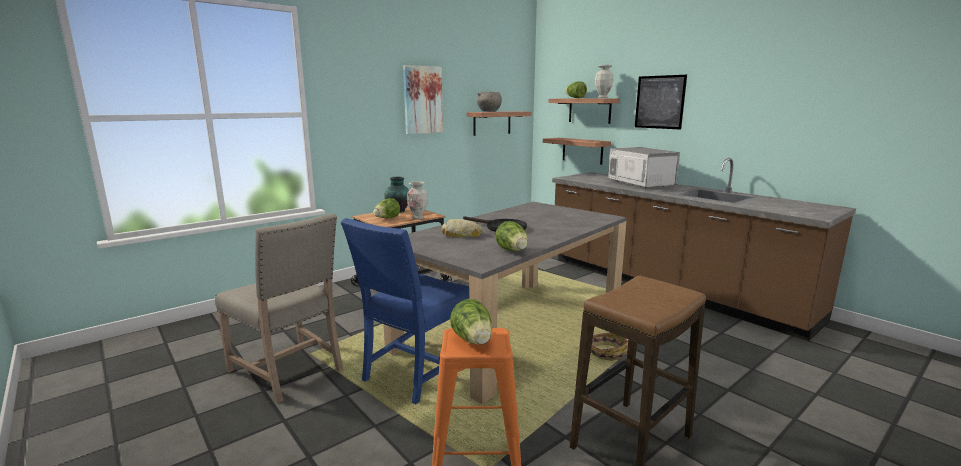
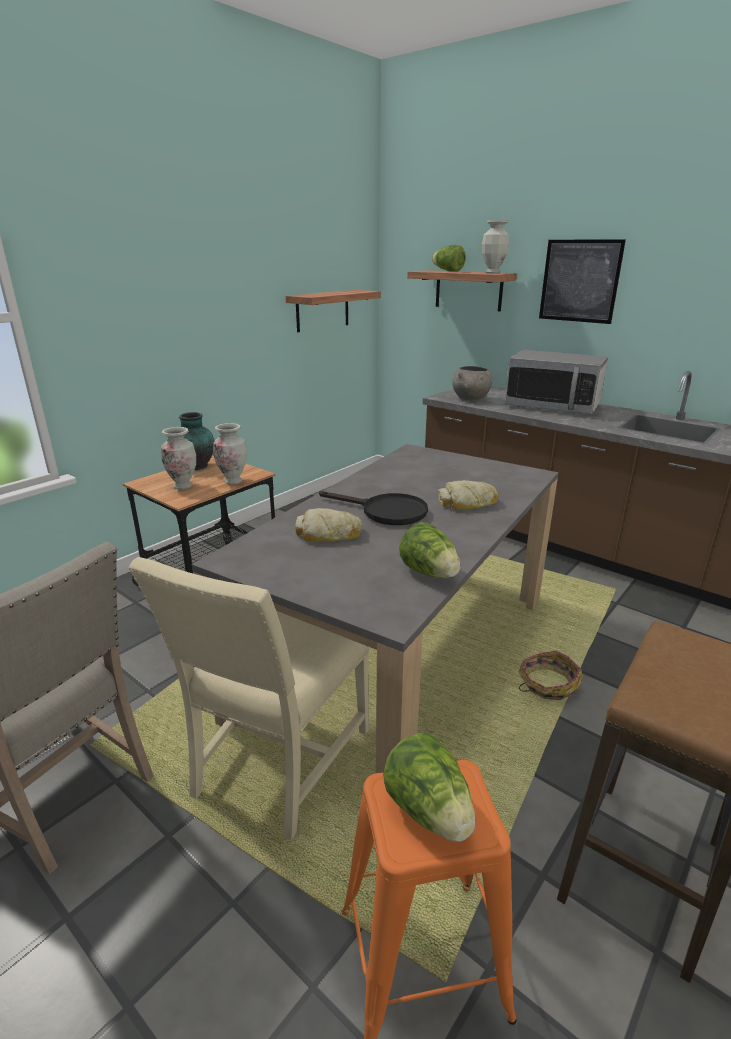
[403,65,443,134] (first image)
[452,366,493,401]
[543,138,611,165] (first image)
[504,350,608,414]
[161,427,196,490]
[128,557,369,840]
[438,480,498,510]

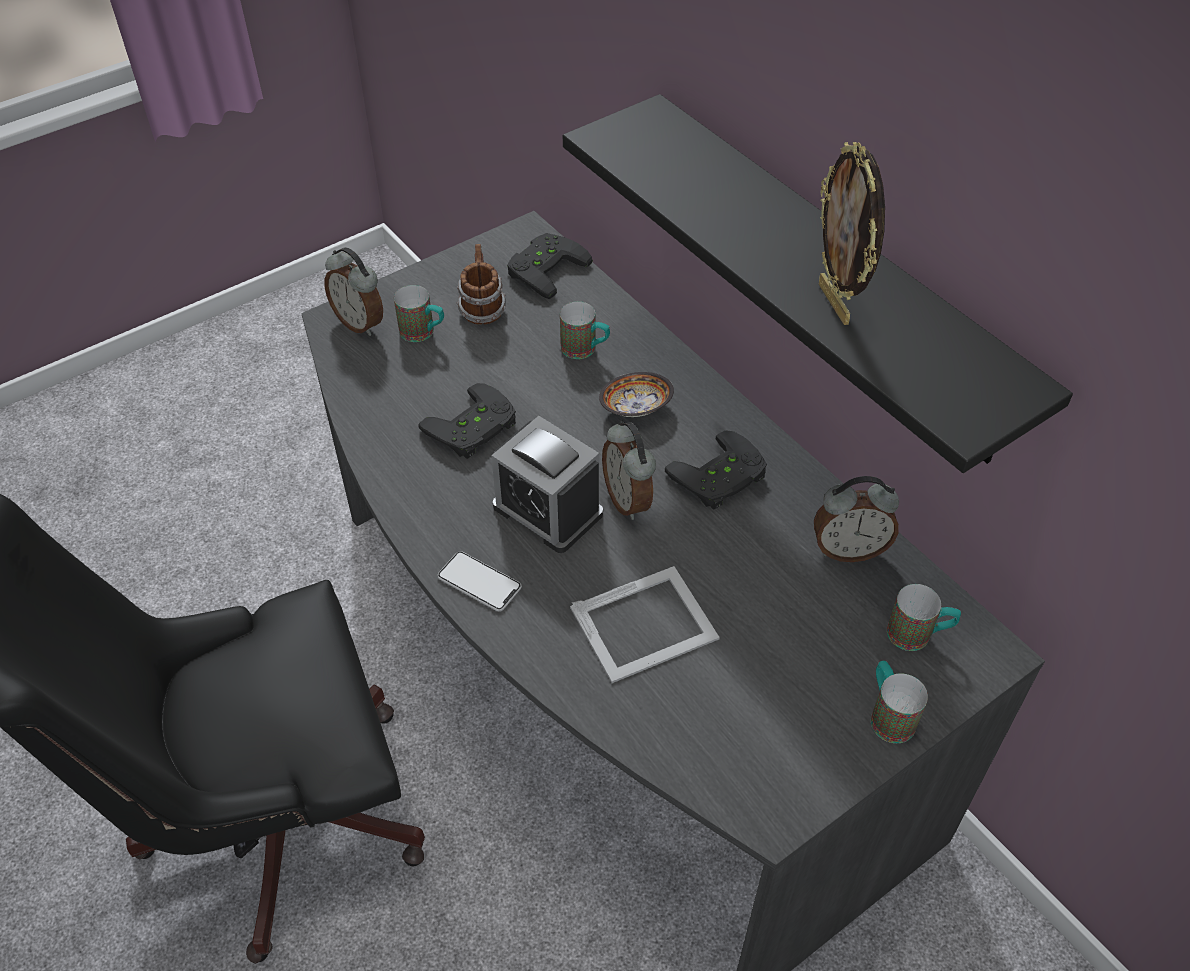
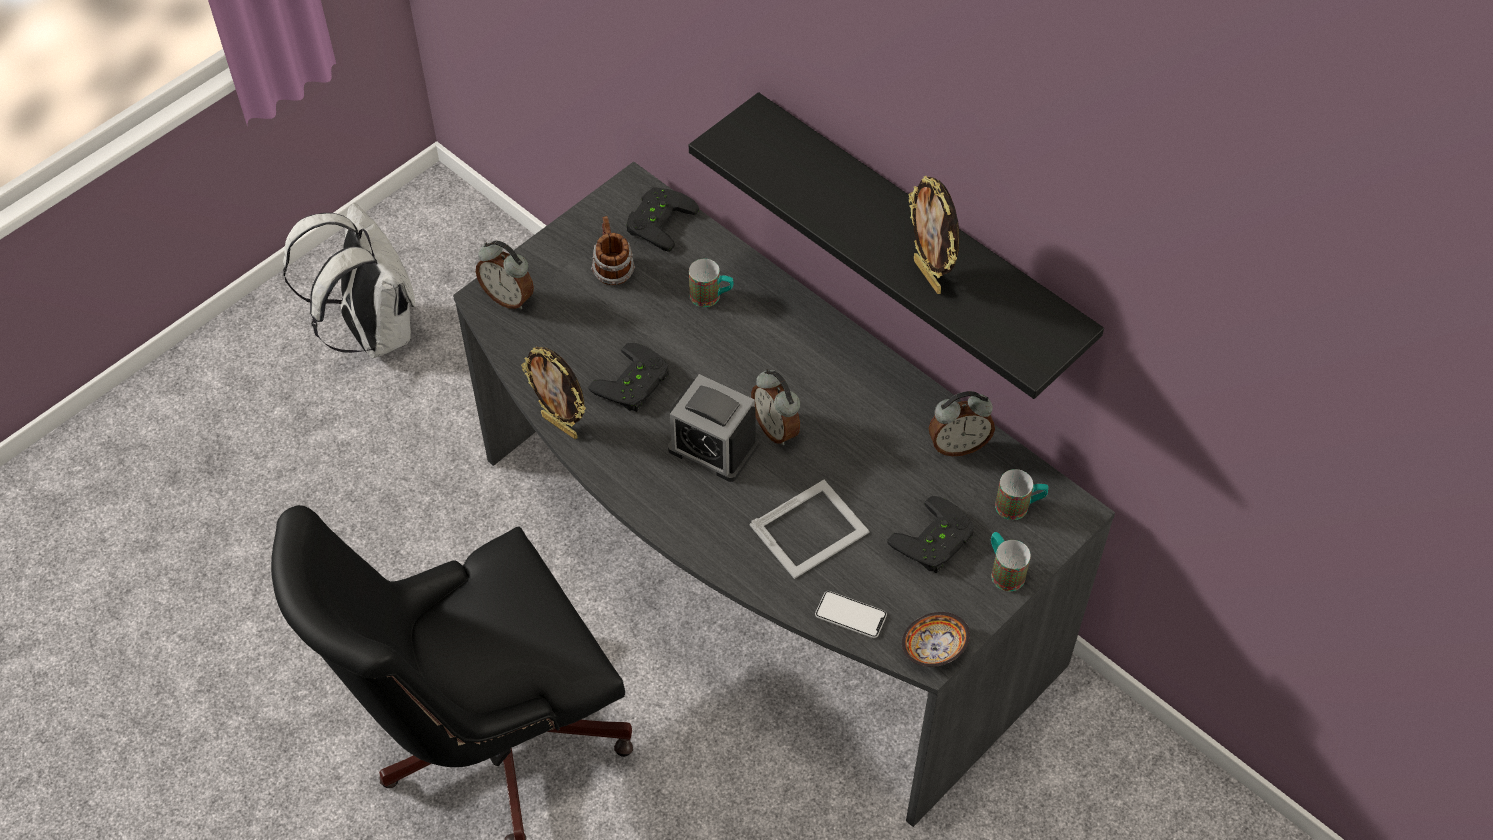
[394,285,444,342] (first image)
[902,612,970,667]
[887,496,974,573]
[815,591,887,638]
[283,203,415,359]
[521,347,586,439]

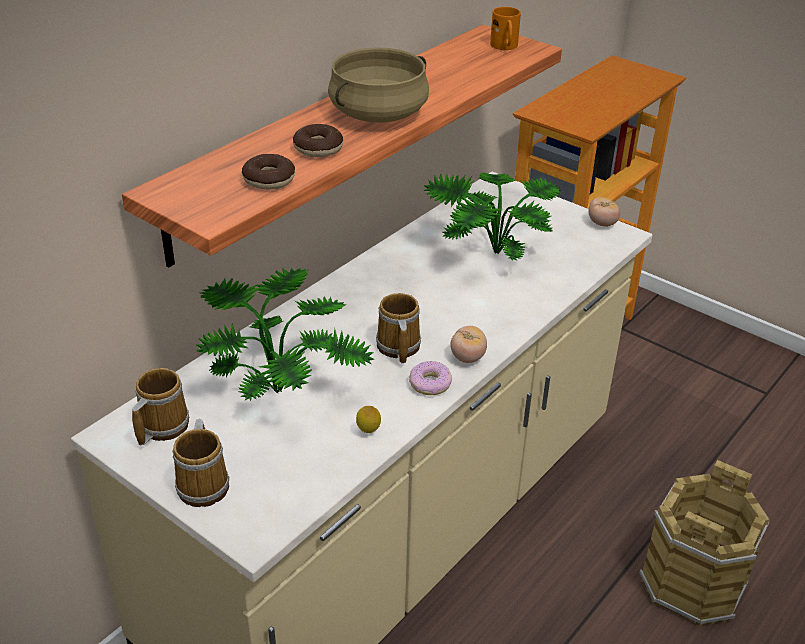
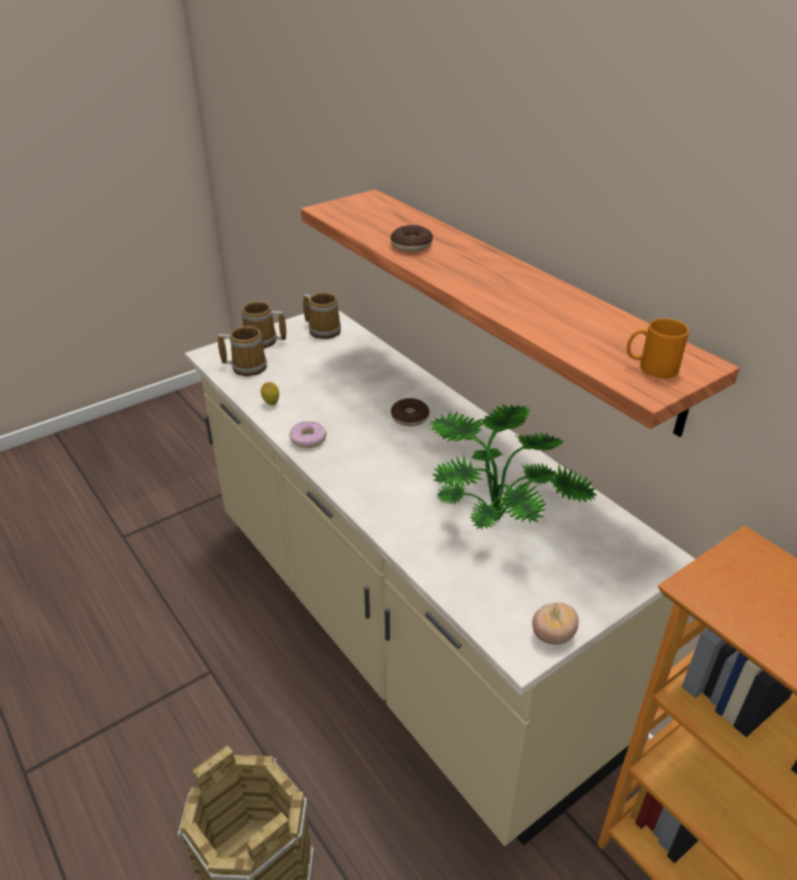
[328,47,429,122] (first image)
[391,398,429,426]
[195,268,375,401] (first image)
[218,326,267,376]
[450,326,487,363] (first image)

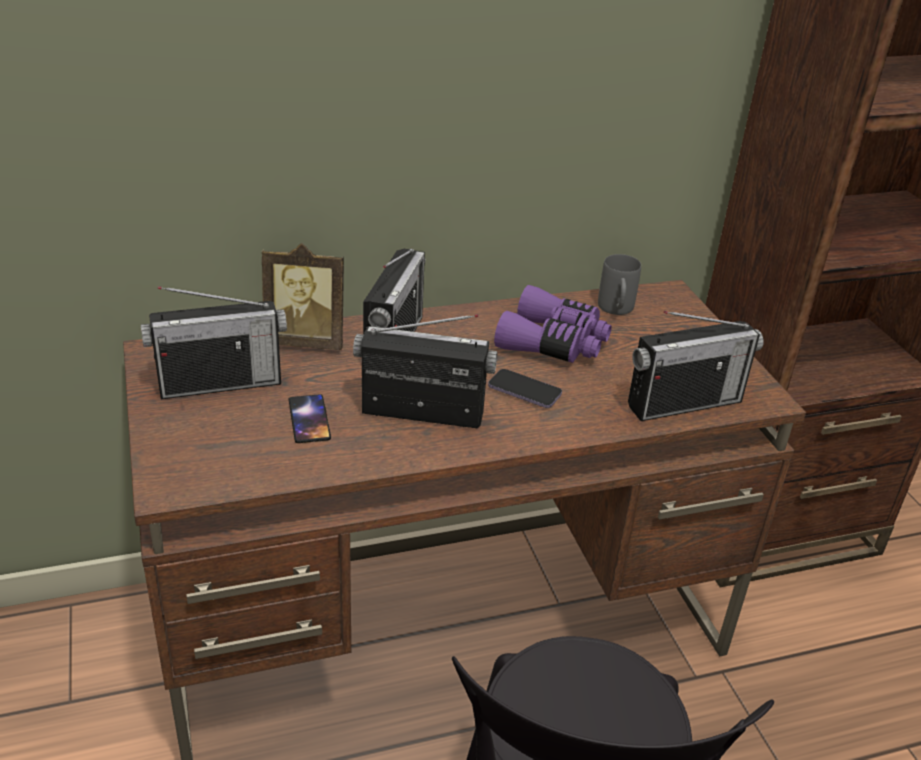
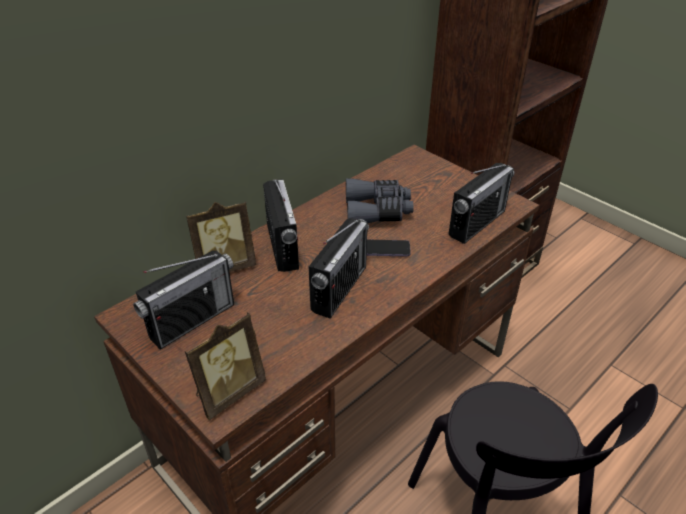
[598,254,641,315] (first image)
[346,178,414,223]
[309,218,369,319]
[289,394,331,443] (first image)
[185,312,266,420]

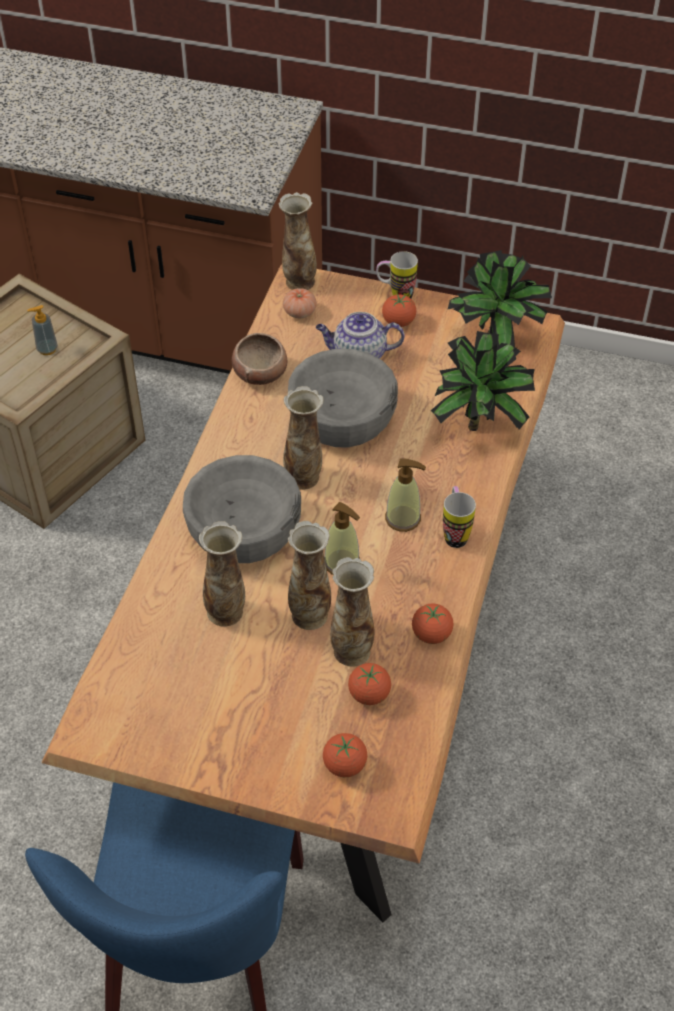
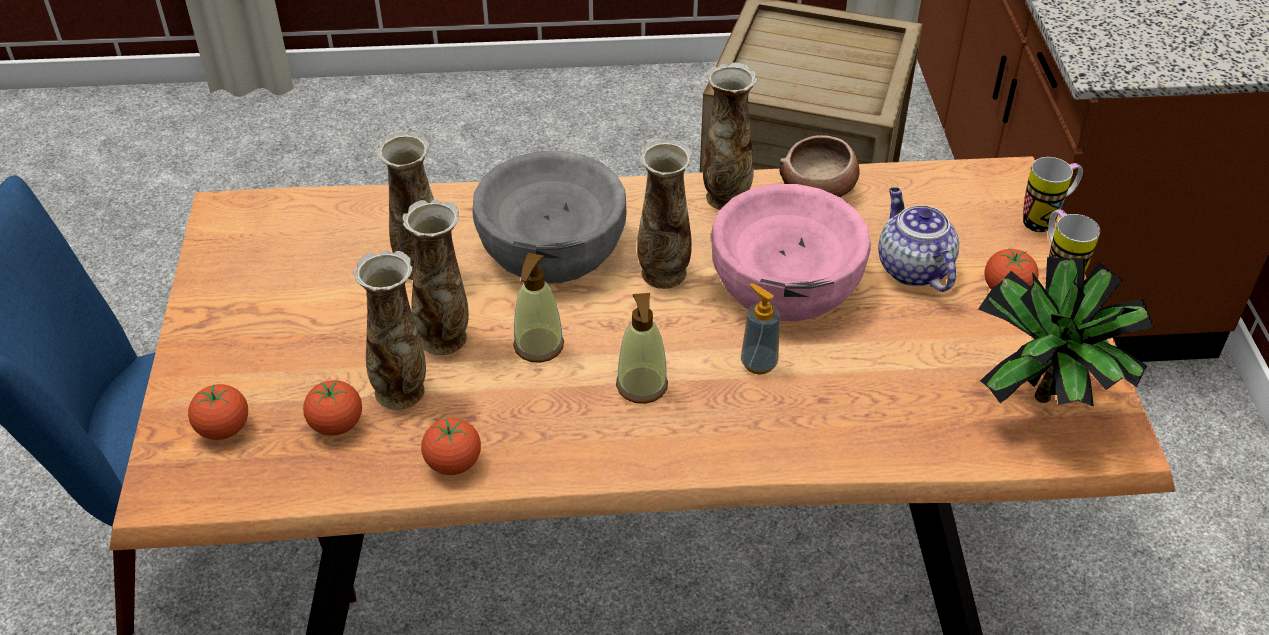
[703,63,757,210]
[283,288,317,318] (first image)
[741,283,780,374]
[431,331,535,431] (first image)
[711,184,871,321]
[1023,157,1083,232]

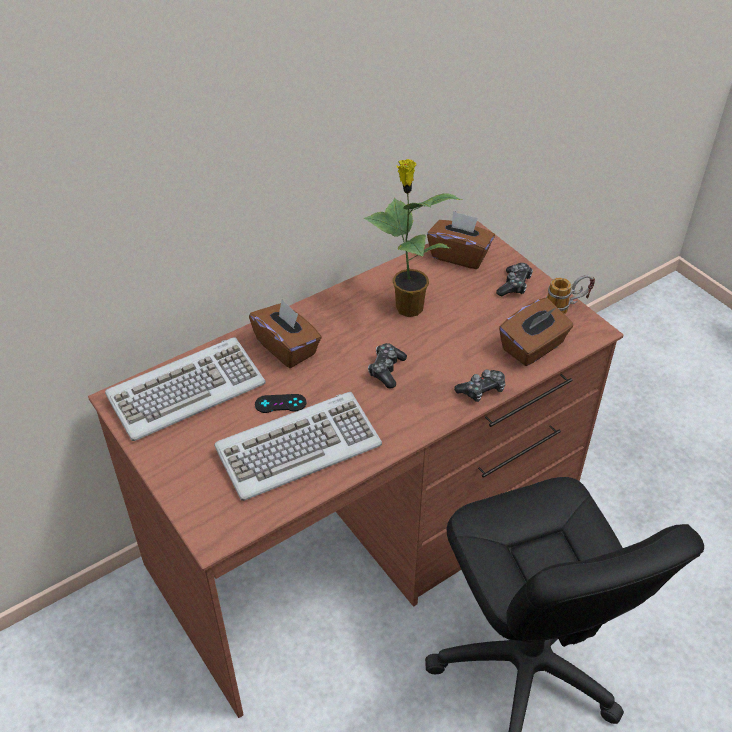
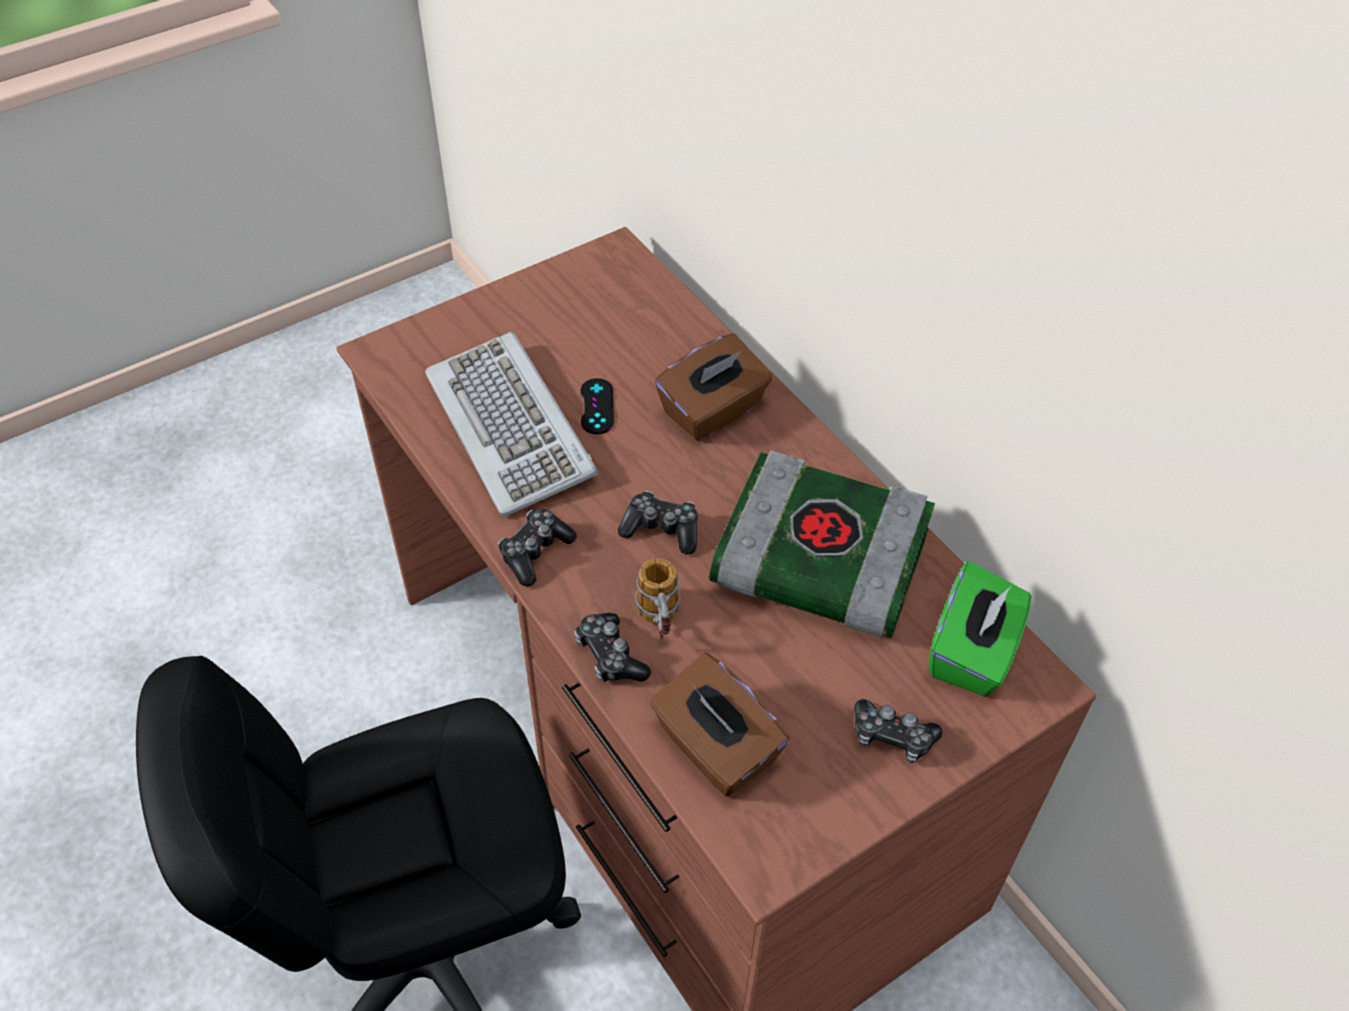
[709,450,935,638]
[929,561,1031,696]
[635,558,680,641]
[105,337,266,441] (first image)
[498,509,577,586]

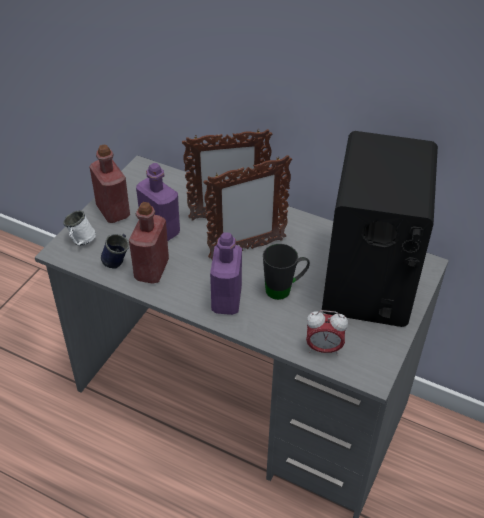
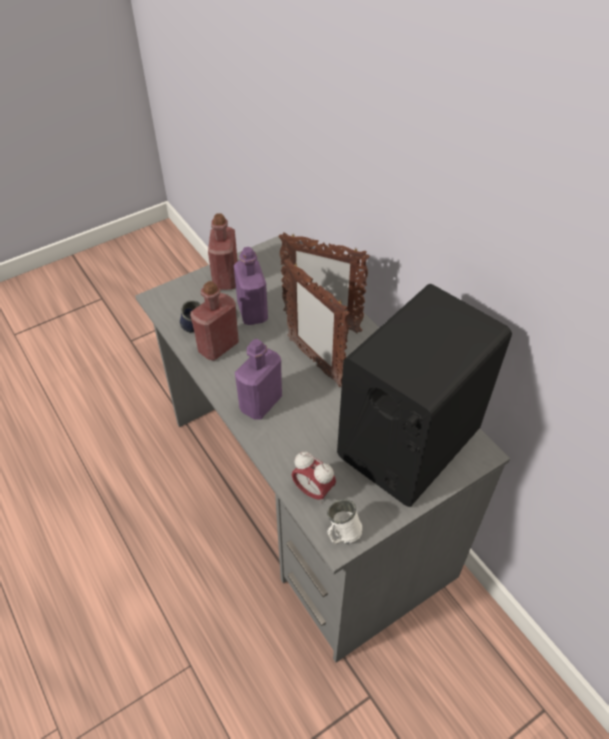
[284,259,350,387]
[327,499,362,544]
[263,244,310,300] (first image)

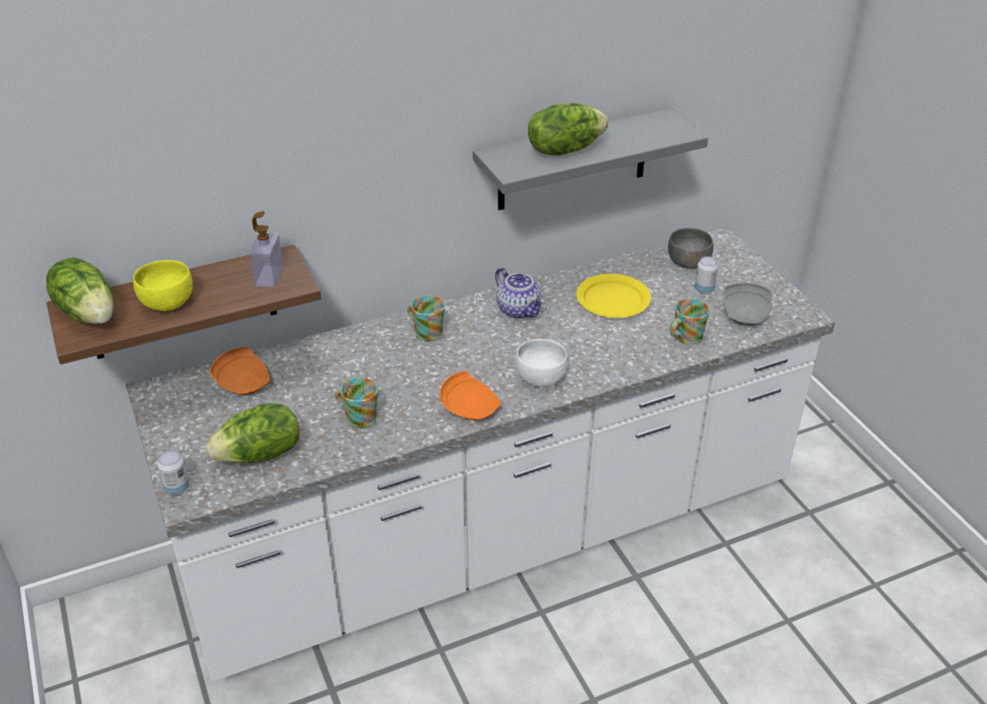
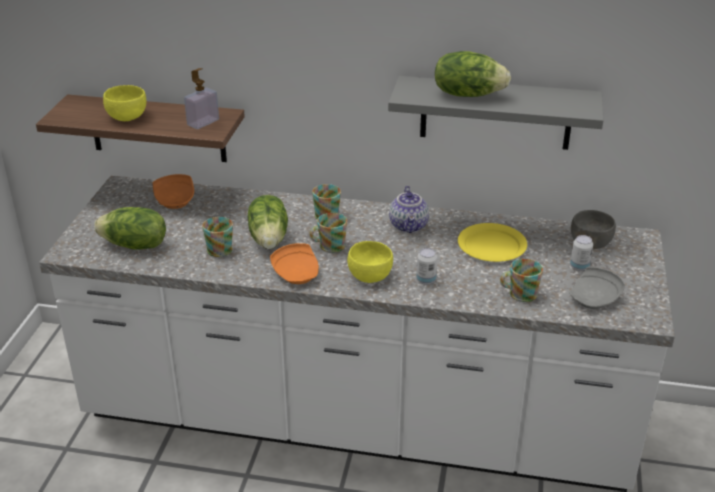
[247,195,288,249]
[347,241,393,283]
[416,248,437,285]
[309,213,347,253]

